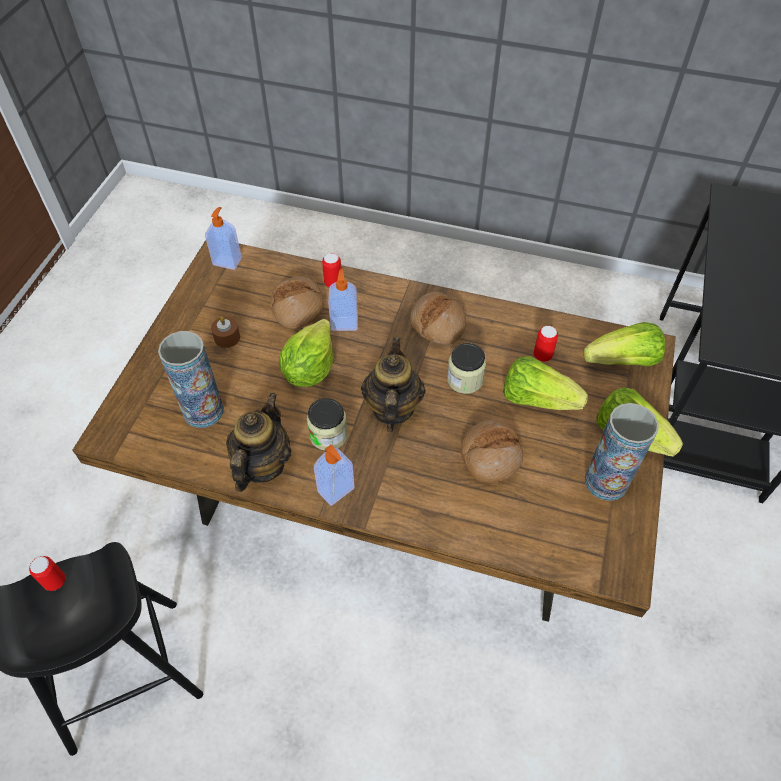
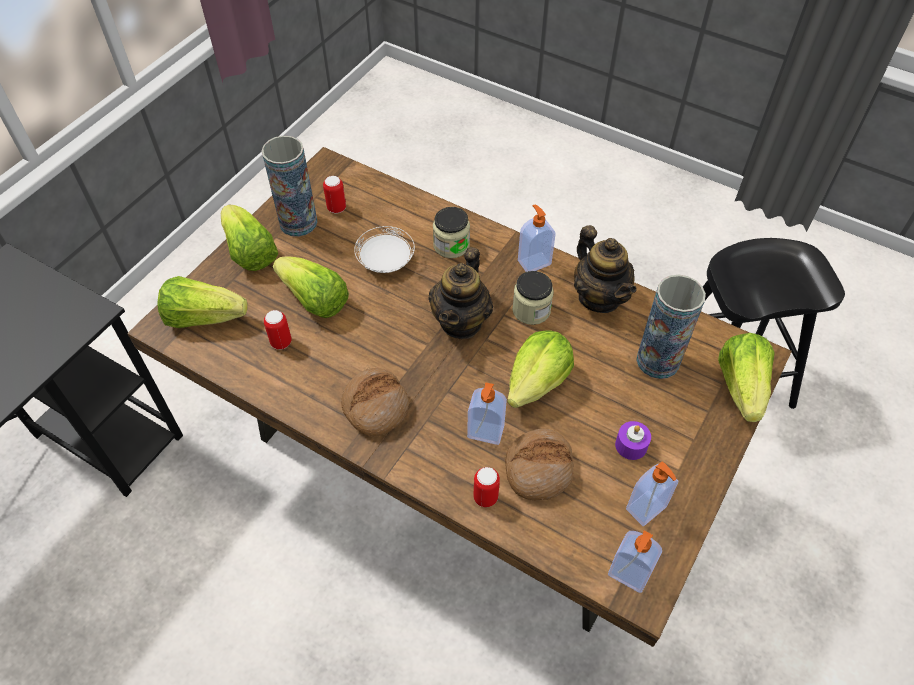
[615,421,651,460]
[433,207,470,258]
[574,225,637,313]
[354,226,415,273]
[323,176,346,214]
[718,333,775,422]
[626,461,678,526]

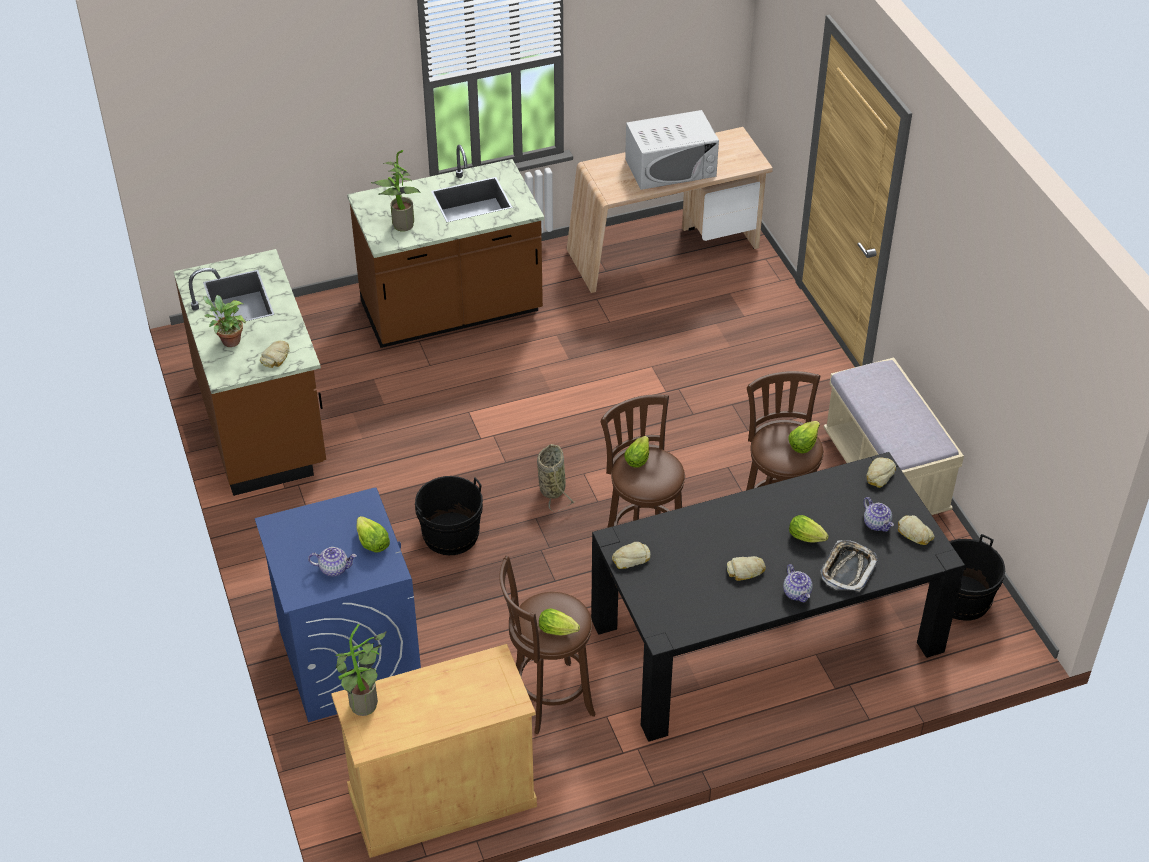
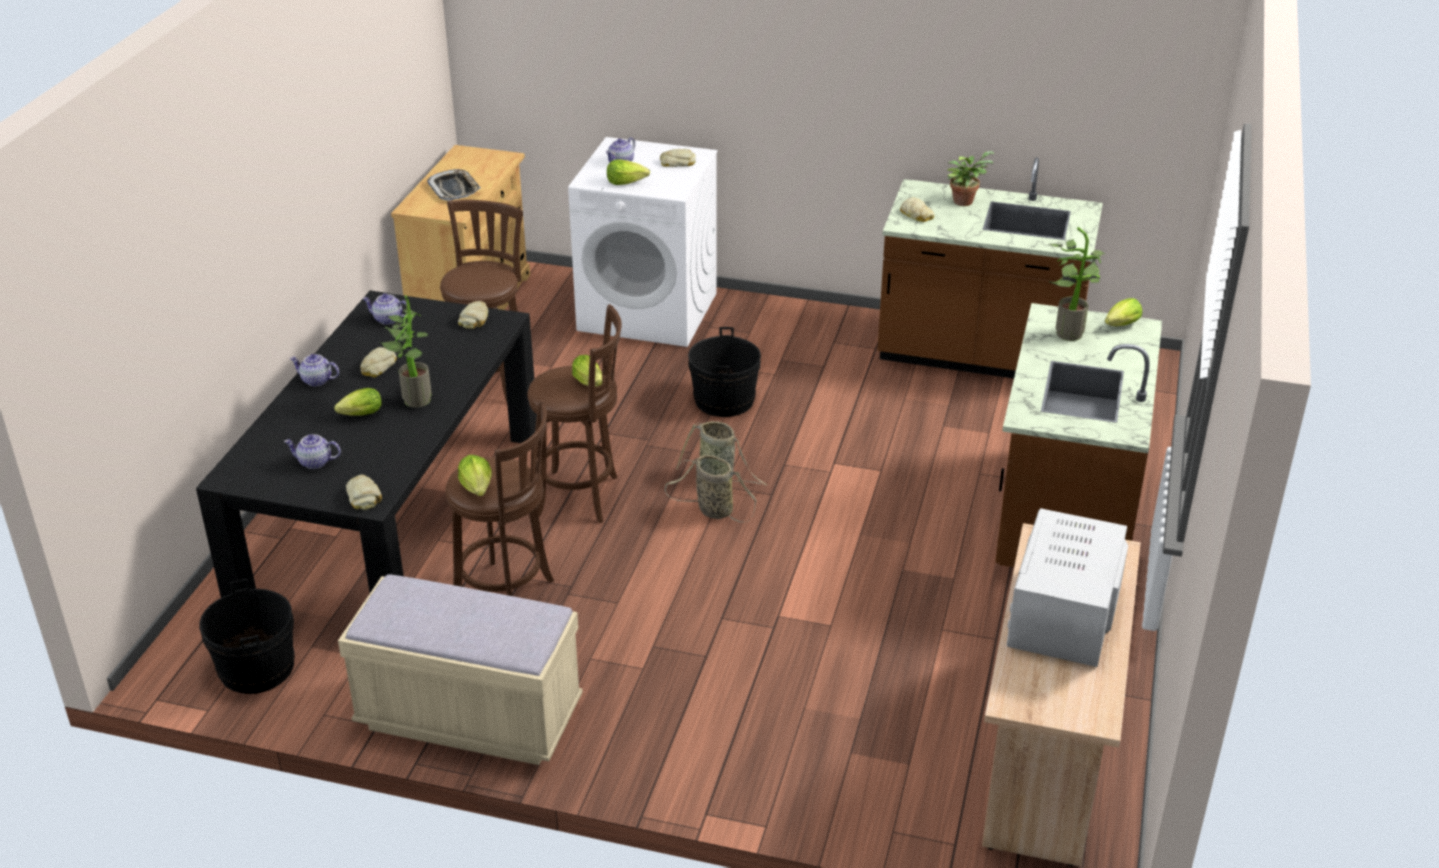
[568,137,717,347]
[660,149,696,167]
[427,169,481,201]
[1105,298,1142,326]
[378,295,432,408]
[362,293,406,325]
[665,455,757,522]

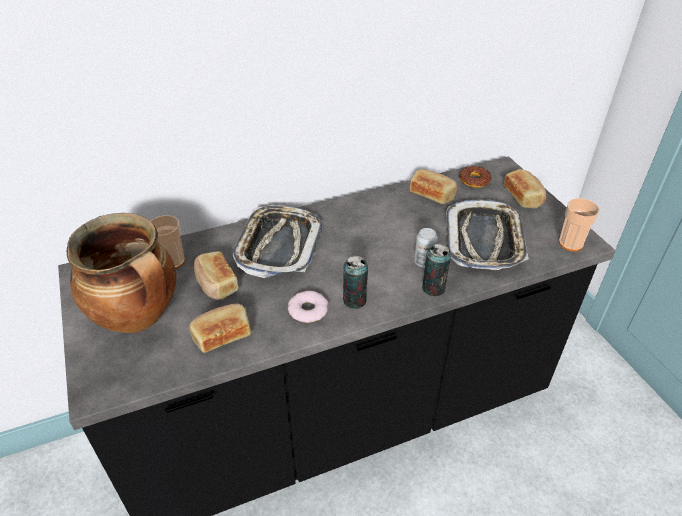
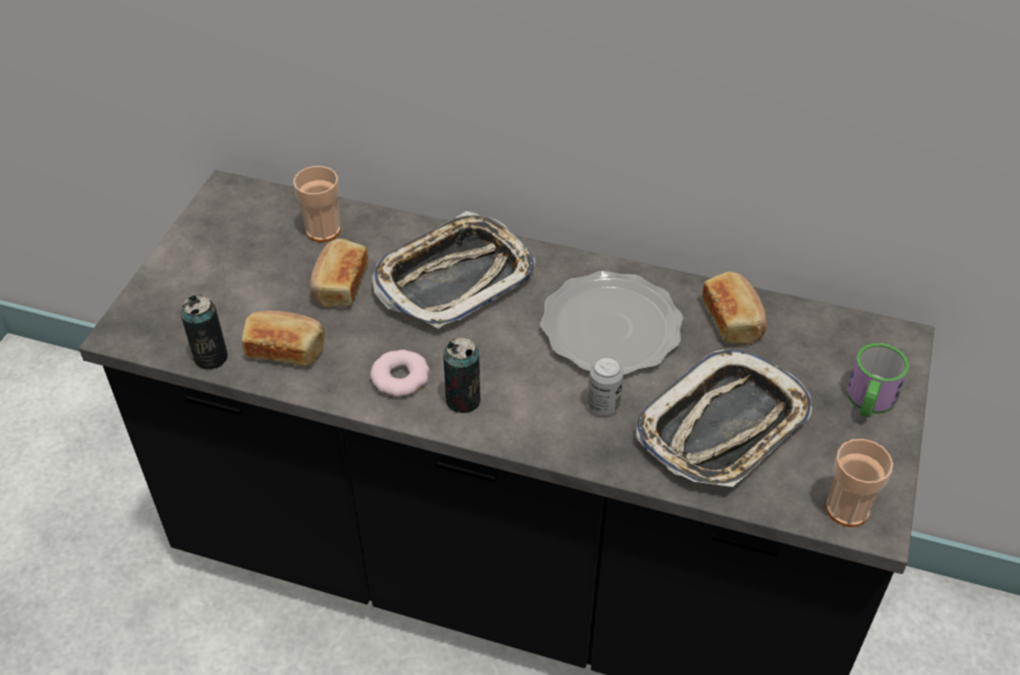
[459,166,491,188] (first image)
[847,343,909,418]
[67,213,176,333] (first image)
[181,295,228,370]
[540,271,683,375]

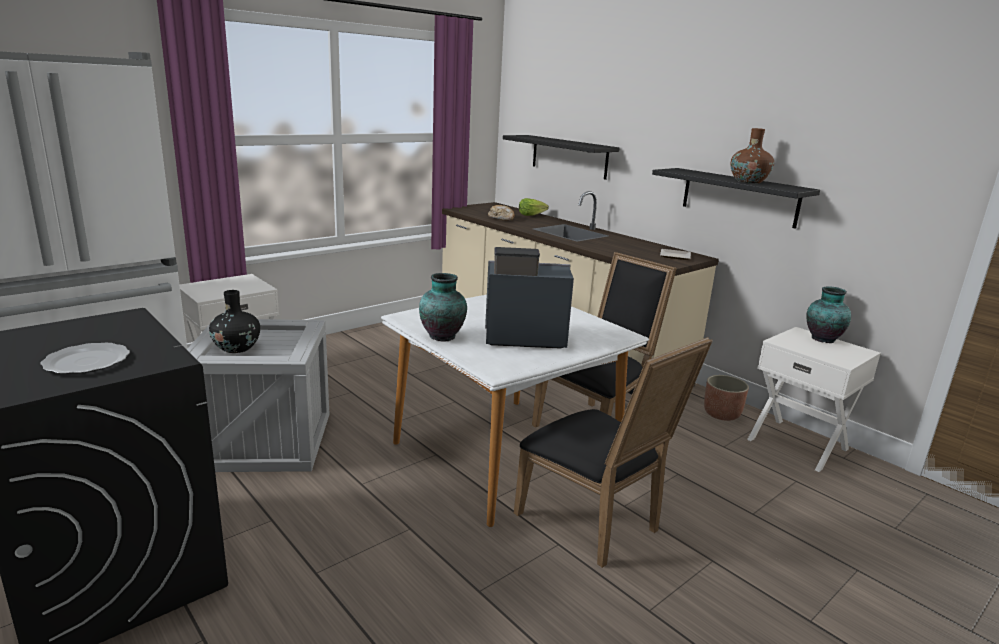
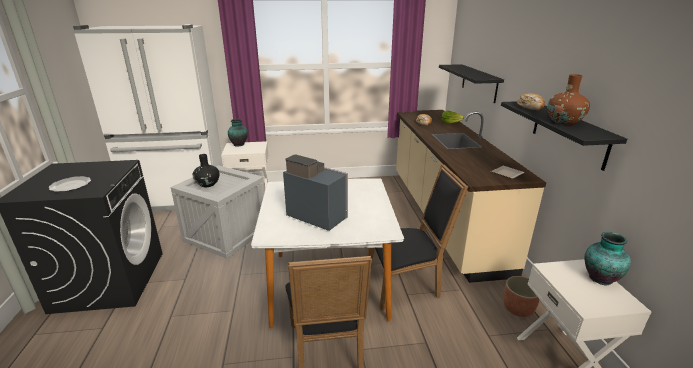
[228,119,248,147]
[517,93,545,110]

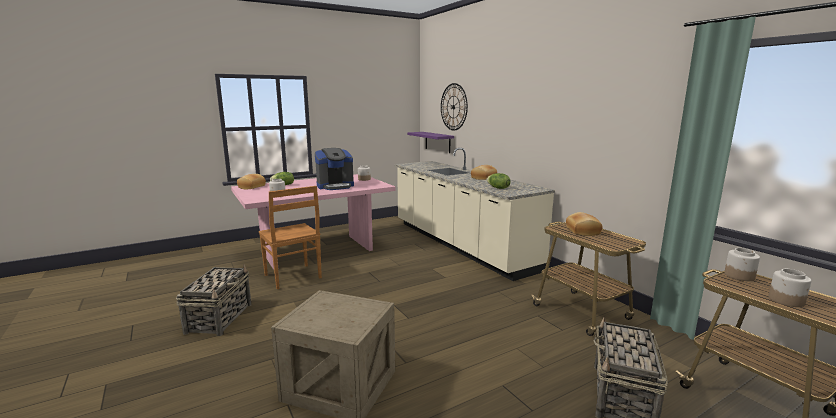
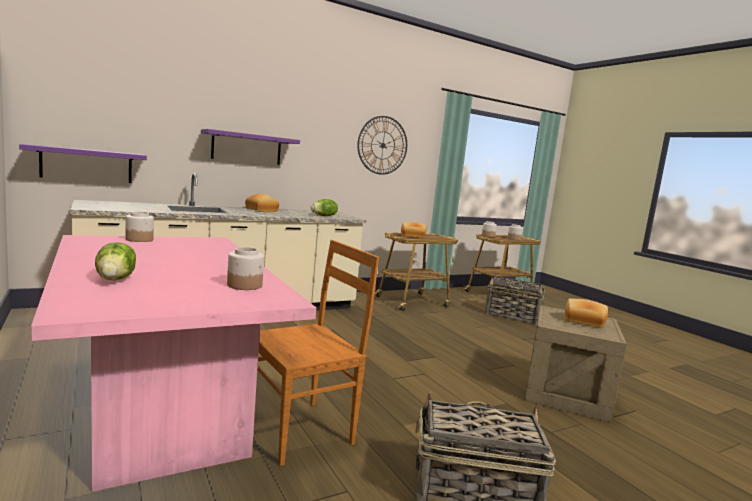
[357,116,407,175]
[315,148,354,190] (first image)
[565,299,608,328]
[201,129,300,165]

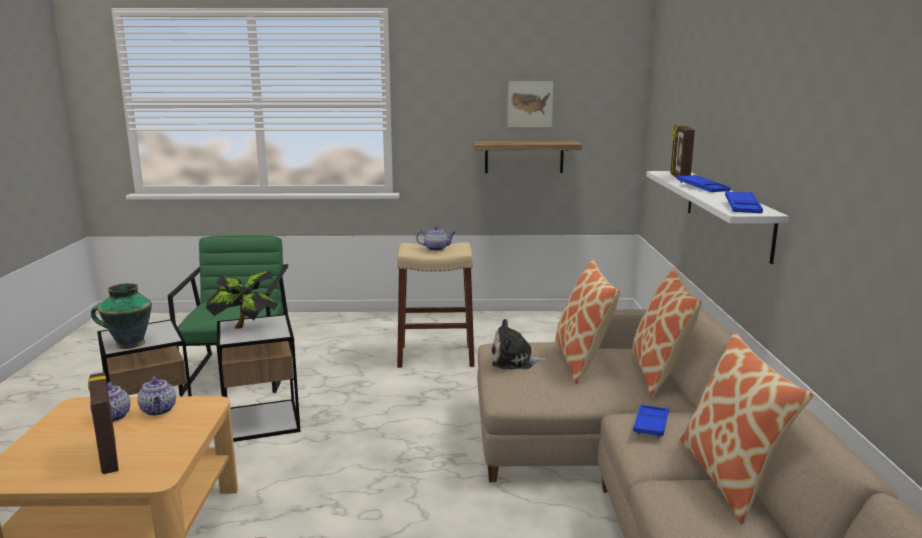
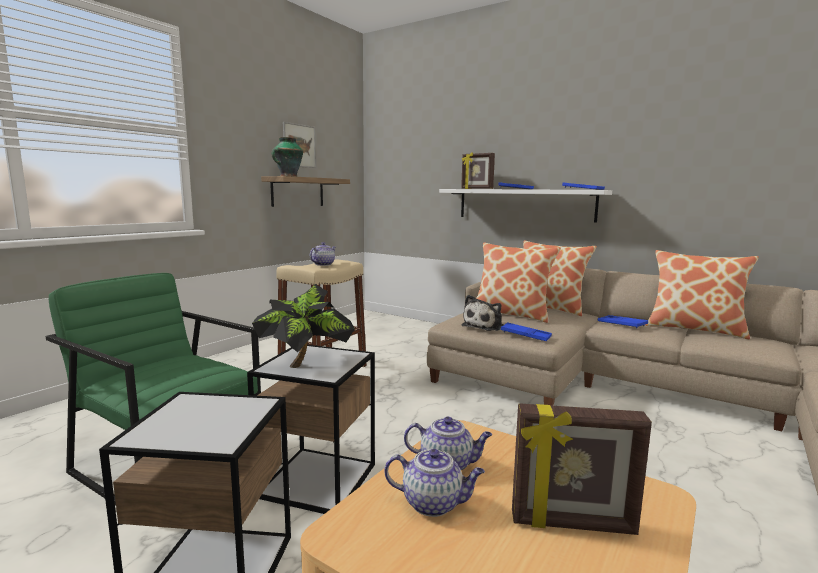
[271,137,303,177]
[501,322,552,341]

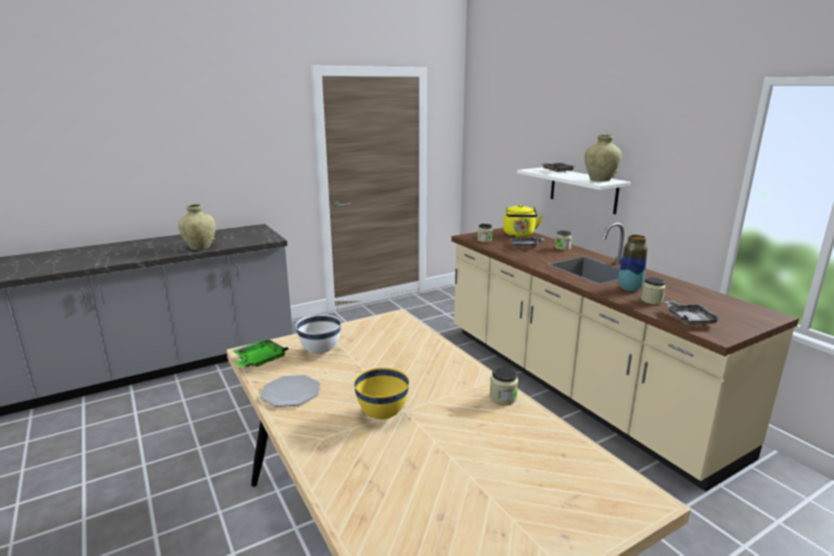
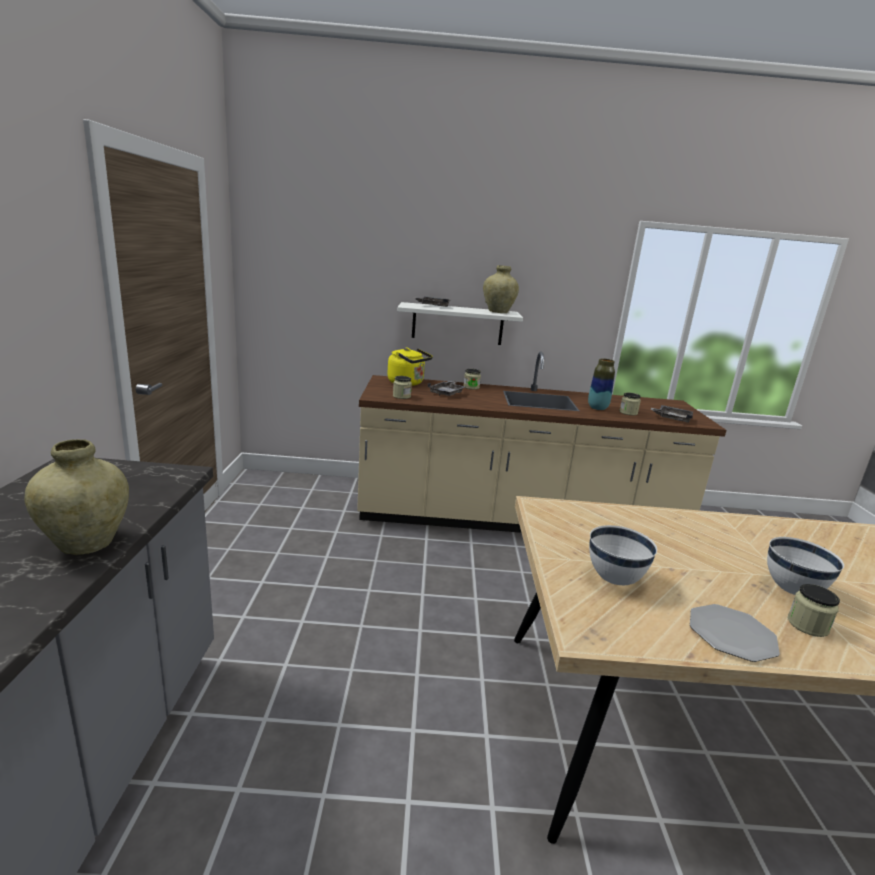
[233,338,288,367] (first image)
[788,584,840,637]
[767,537,844,595]

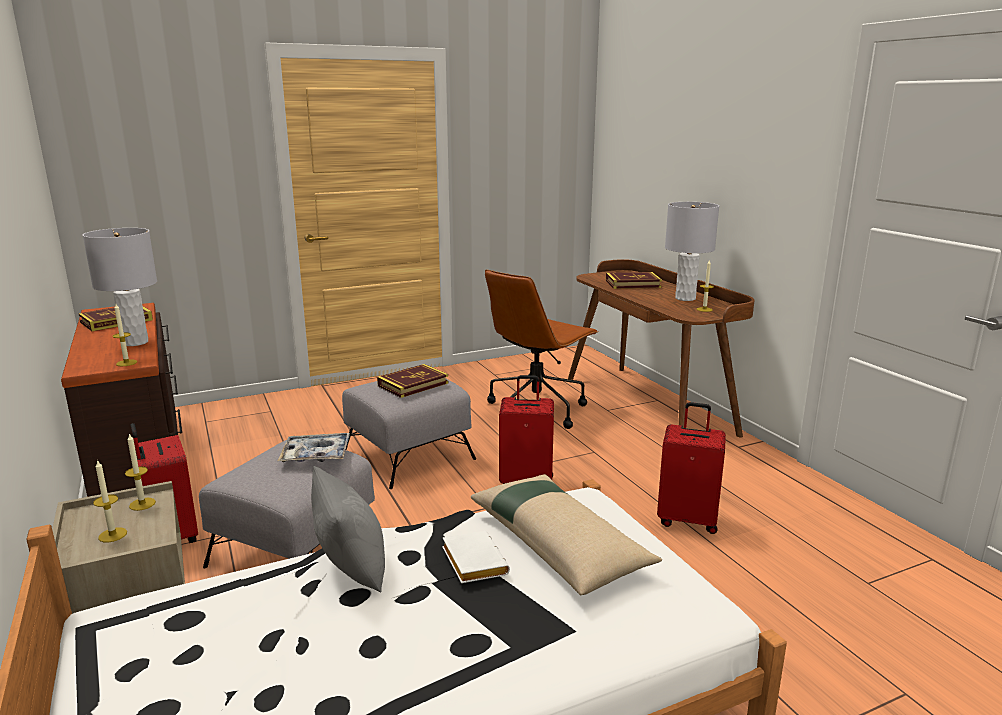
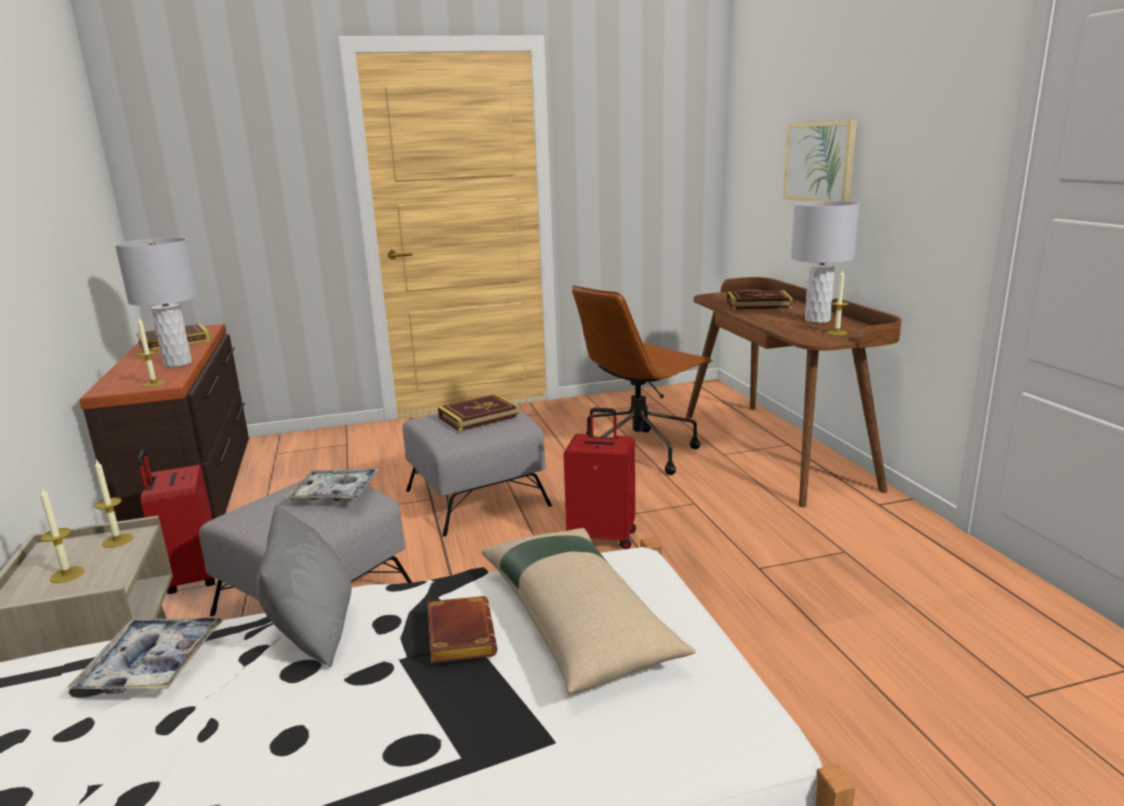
[657,402,726,534] (first image)
[428,596,497,663]
[783,120,857,202]
[68,617,224,694]

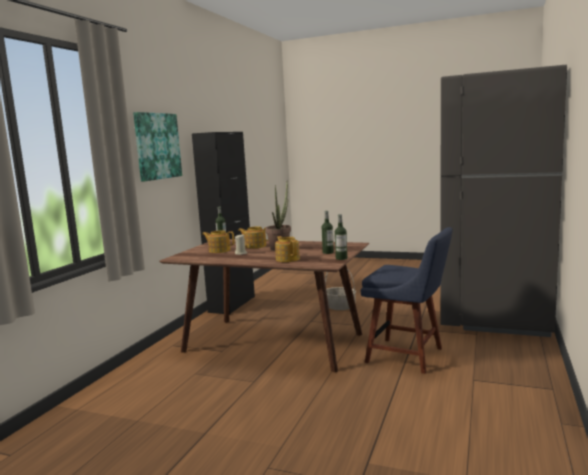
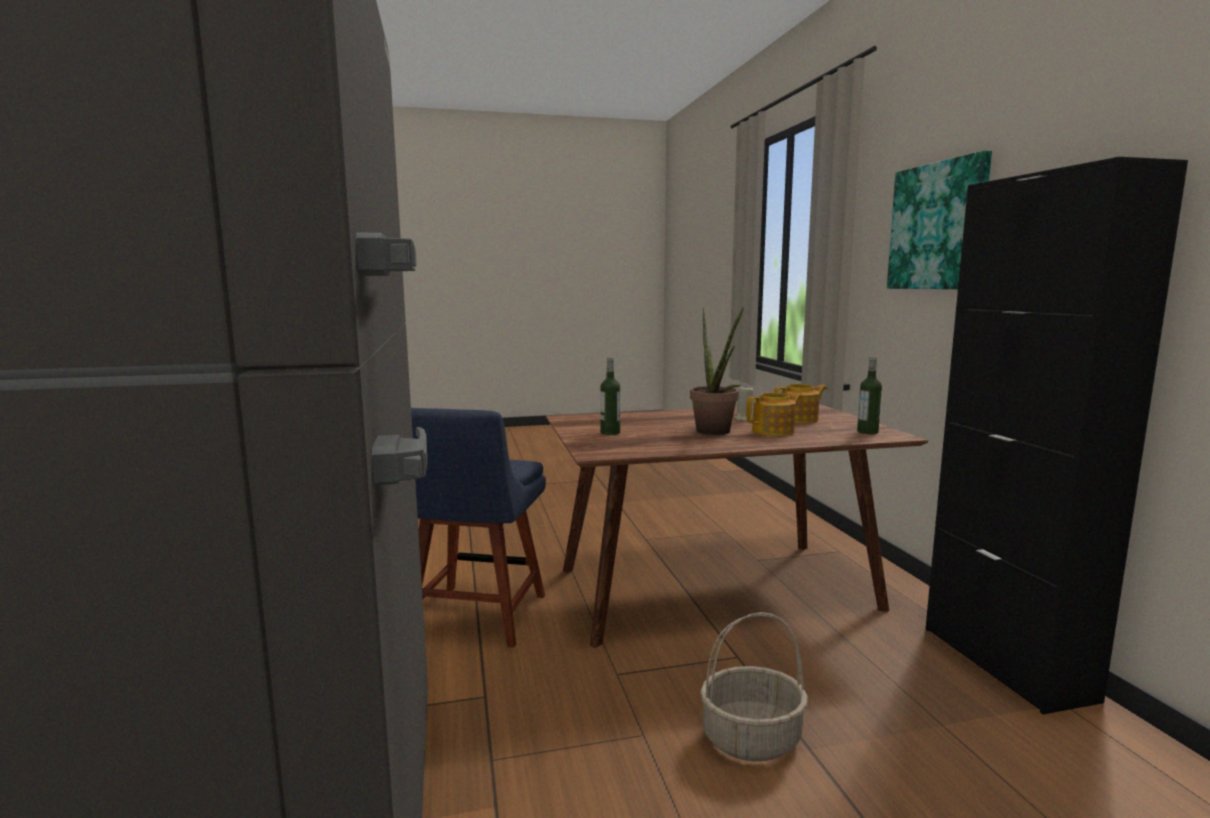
[335,214,347,260] (first image)
[411,408,546,648]
[275,236,300,262] (first image)

